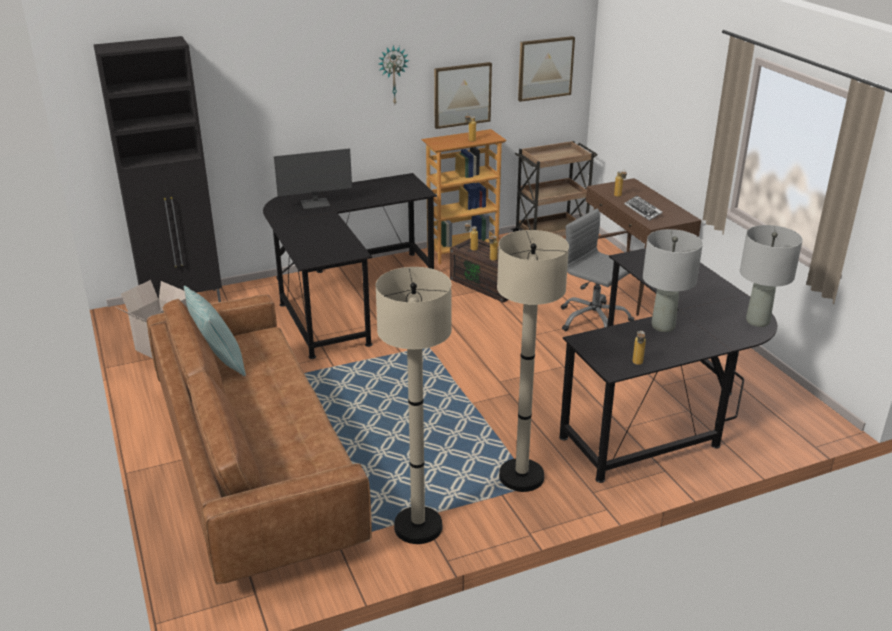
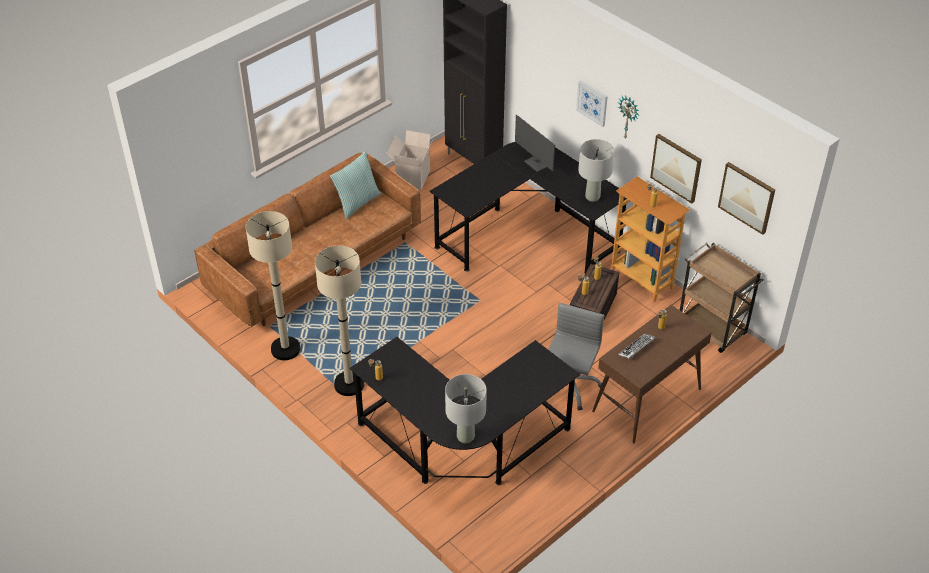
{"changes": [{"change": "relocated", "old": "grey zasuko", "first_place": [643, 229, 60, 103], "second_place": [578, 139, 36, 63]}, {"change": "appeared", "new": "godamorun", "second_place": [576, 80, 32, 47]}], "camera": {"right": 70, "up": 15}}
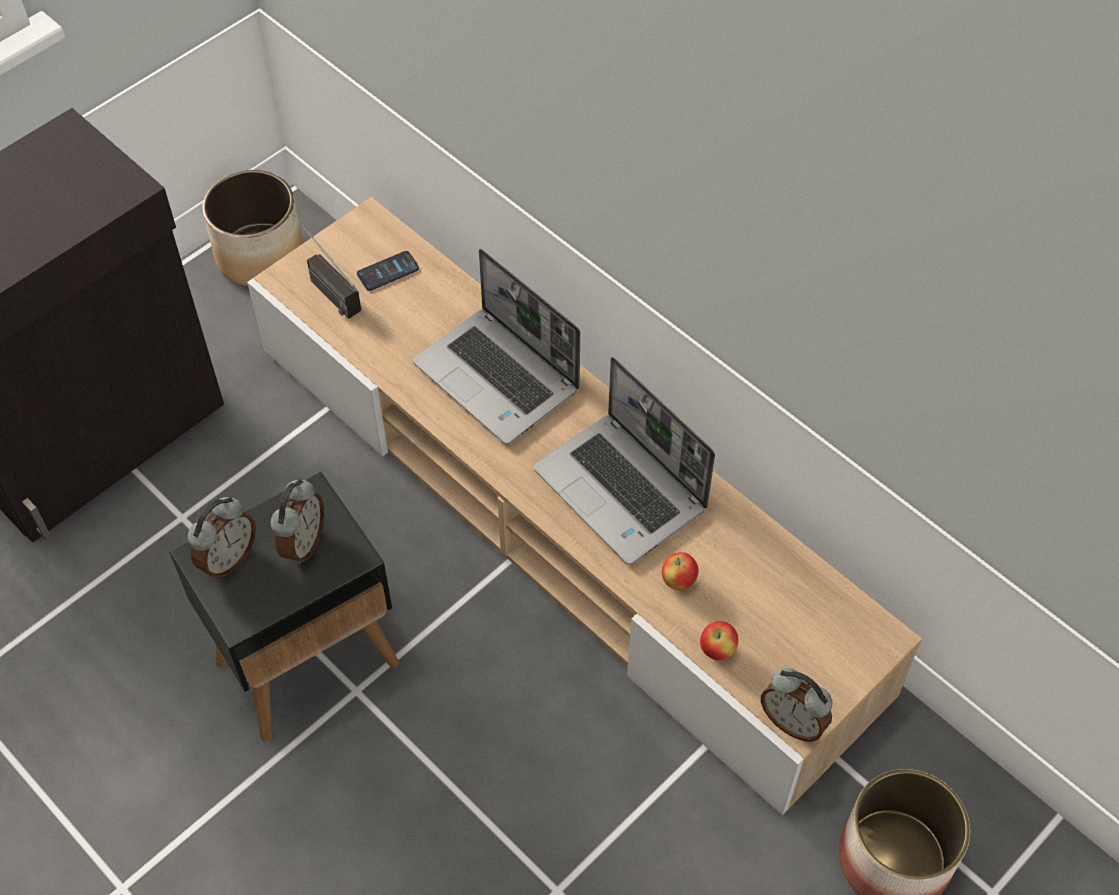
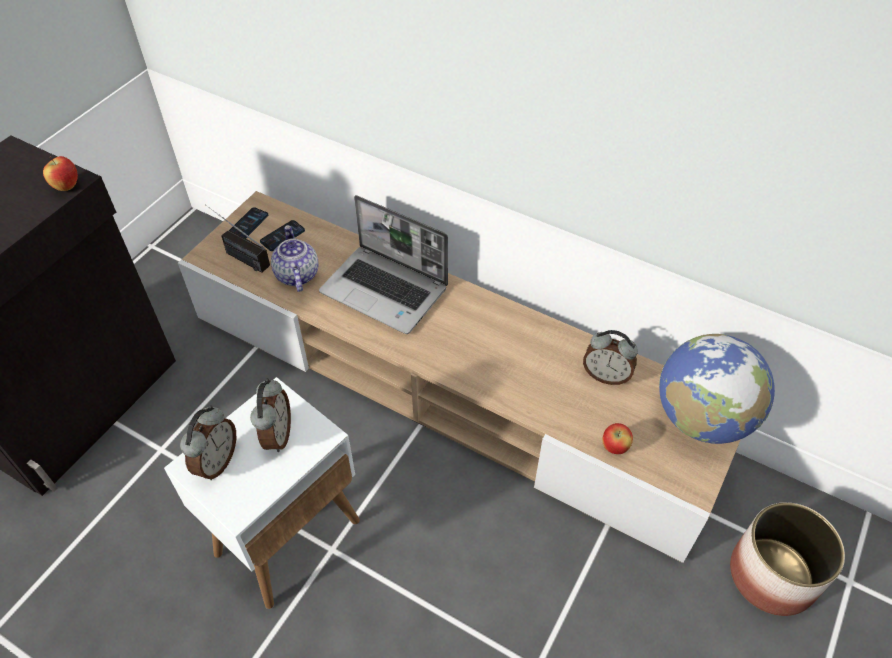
{"changes": [{"change": "colour", "old": "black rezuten", "new": "white rezuten", "first_place": [170, 472, 229, 270], "second_place": [164, 377, 196, 232]}, {"change": "missing", "old": "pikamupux", "first_place": [202, 170, 102, 116]}, {"change": "missing", "old": "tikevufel", "first_place": [533, 357, 182, 208]}, {"change": "relocated", "old": "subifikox", "first_place": [662, 552, 37, 38], "second_place": [43, 156, 35, 35]}, {"change": "relocated", "old": "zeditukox", "first_place": [761, 668, 72, 74], "second_place": [583, 330, 55, 55]}, {"change": "appeared", "new": "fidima", "second_place": [229, 207, 39, 32]}, {"change": "appeared", "new": "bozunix", "second_place": [271, 225, 48, 67]}, {"change": "appeared", "new": "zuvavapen", "second_place": [659, 334, 116, 110]}], "camera": {"right": -15, "up": -5}}
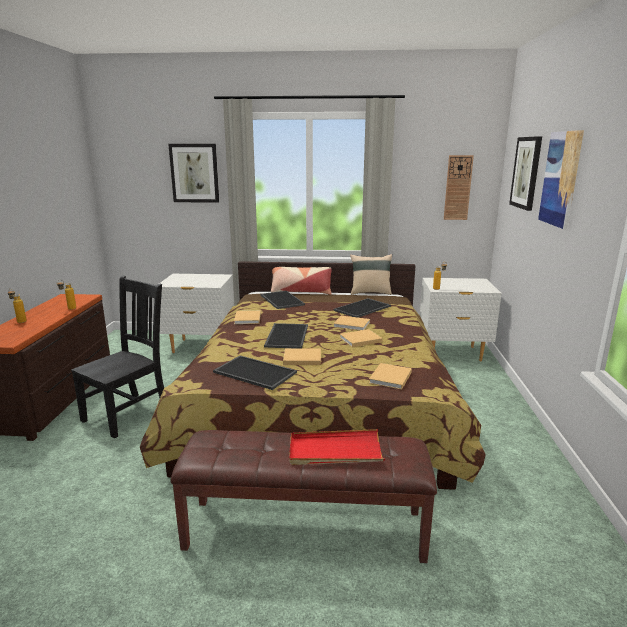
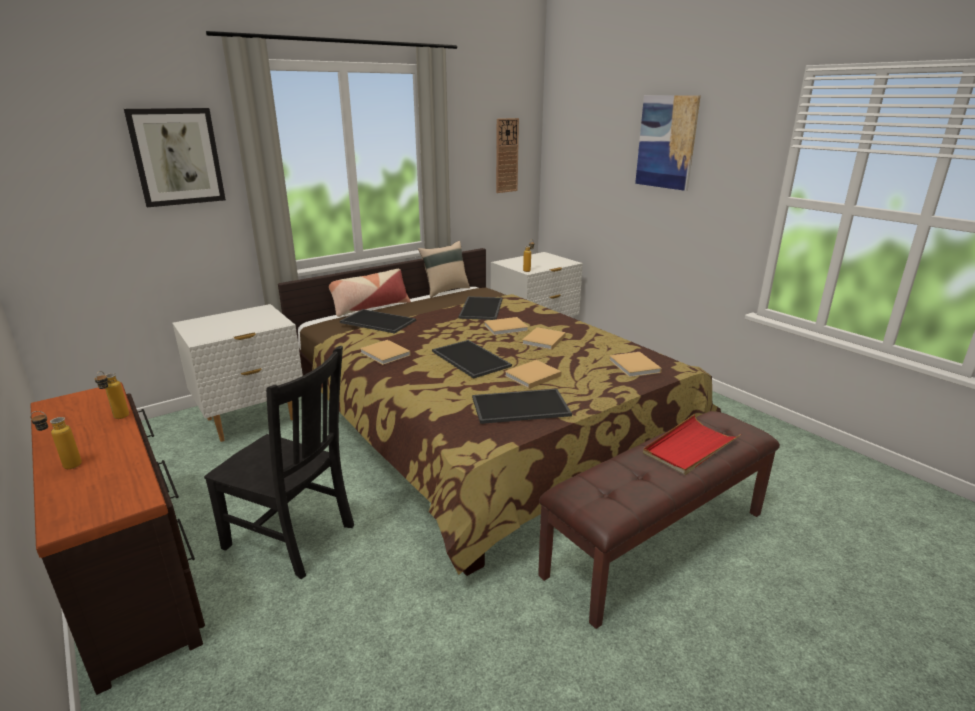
{"changes": [{"change": "spun", "old": "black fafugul", "first_place": [71, 276, 93, 163], "second_place": [204, 346, 150, 233], "degrees": 120}, {"change": "missing", "old": "godamorun", "first_place": [509, 136, 33, 75]}], "camera": {"right": -40, "up": 5}}
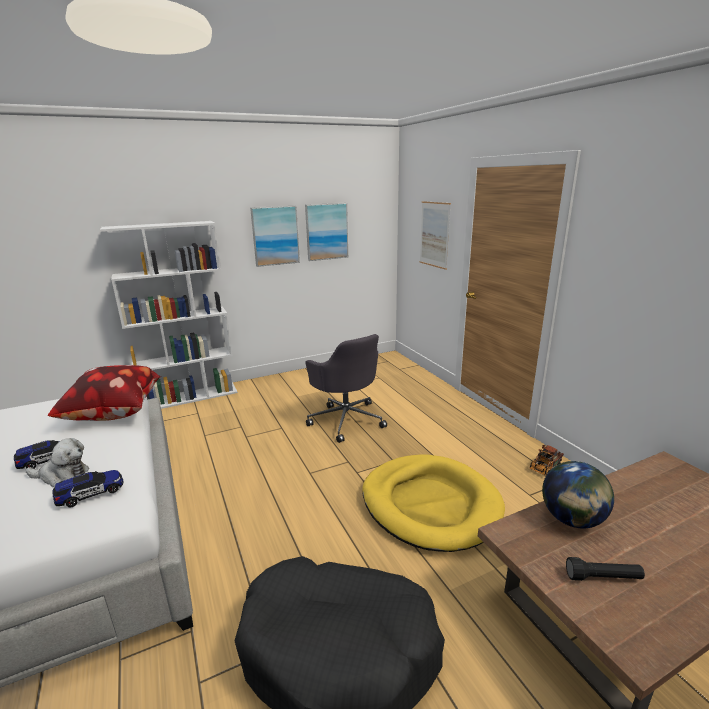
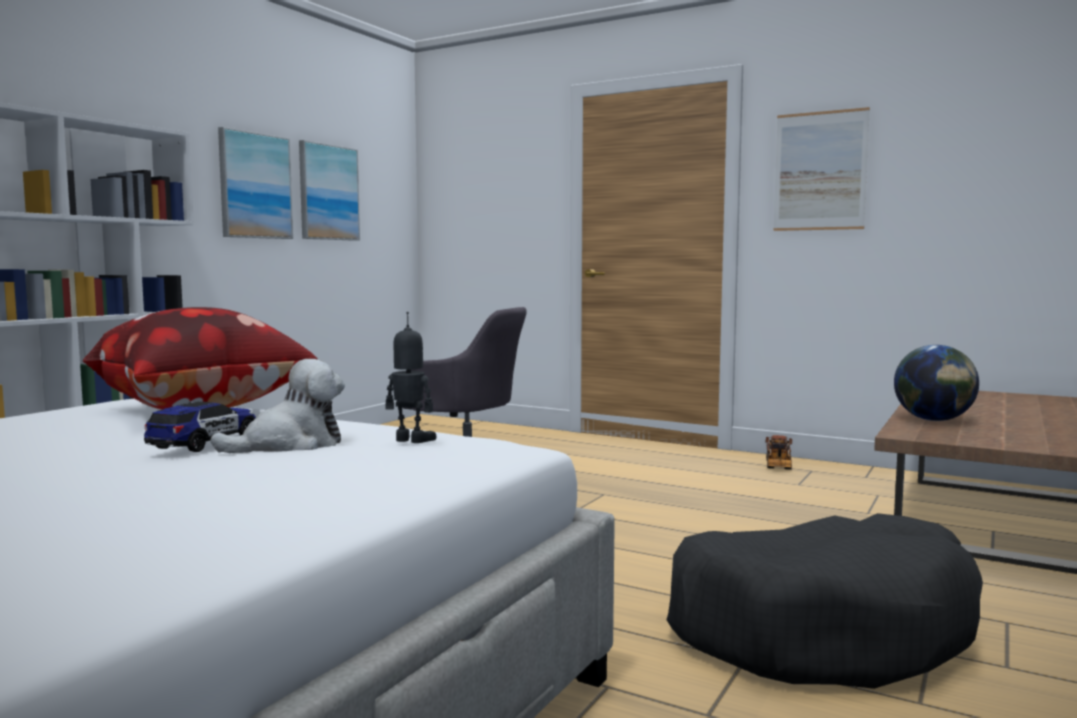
{"changes": [{"change": "exchanged", "old": "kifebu", "new": "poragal", "first_place": [52, 470, 71, 37], "second_place": [385, 312, 51, 131]}, {"change": "missing", "old": "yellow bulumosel", "first_place": [363, 454, 142, 98]}, {"change": "relocated", "old": "godamorun", "first_place": [420, 201, 31, 69], "second_place": [773, 107, 97, 124]}, {"change": "missing", "old": "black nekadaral", "first_place": [566, 557, 79, 24]}], "camera": {"right": -35, "up": -15}}
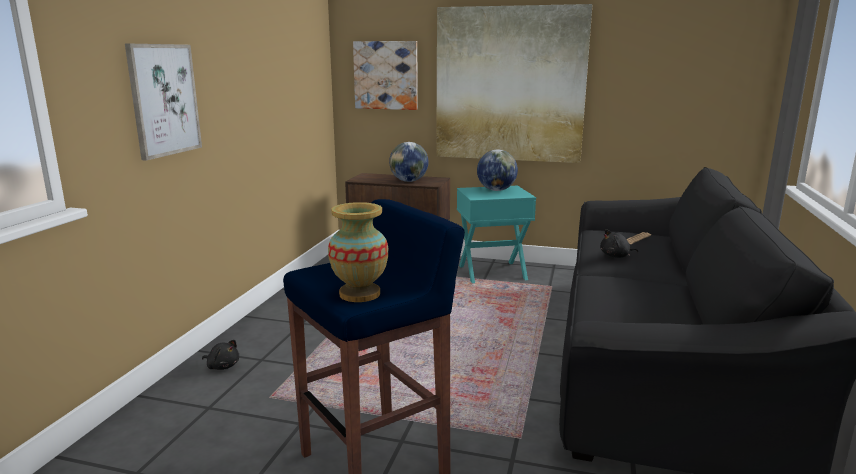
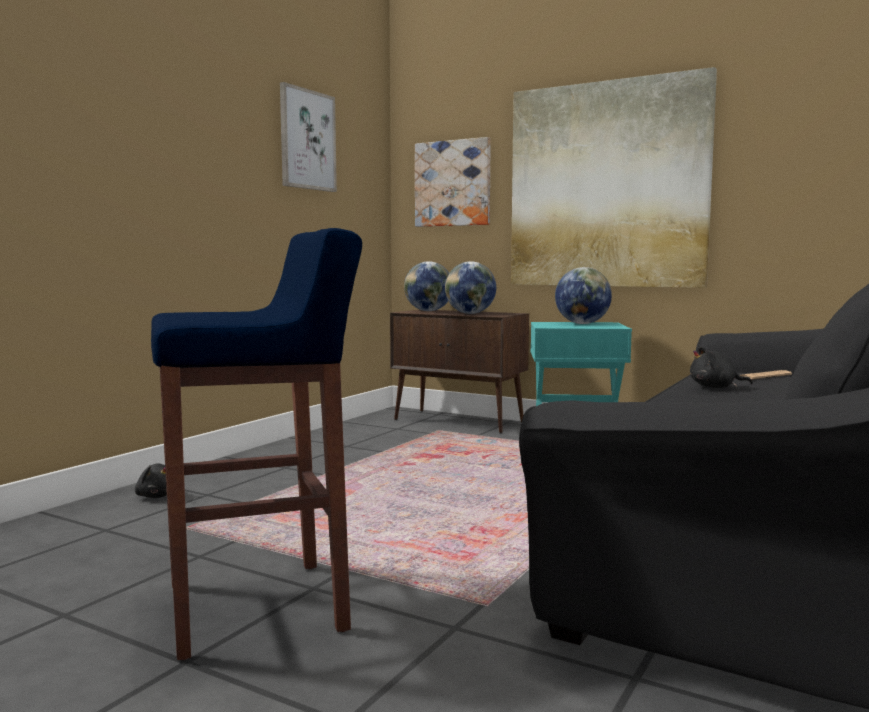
{"changes": [{"change": "relocated", "old": "godamorun", "first_place": [125, 44, 77, 117], "second_place": [280, 82, 57, 110]}, {"change": "missing", "old": "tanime", "first_place": [328, 202, 60, 100]}, {"change": "appeared", "new": "zuvavapen", "second_place": [404, 261, 45, 50]}], "camera": {"right": 15, "up": -10}}
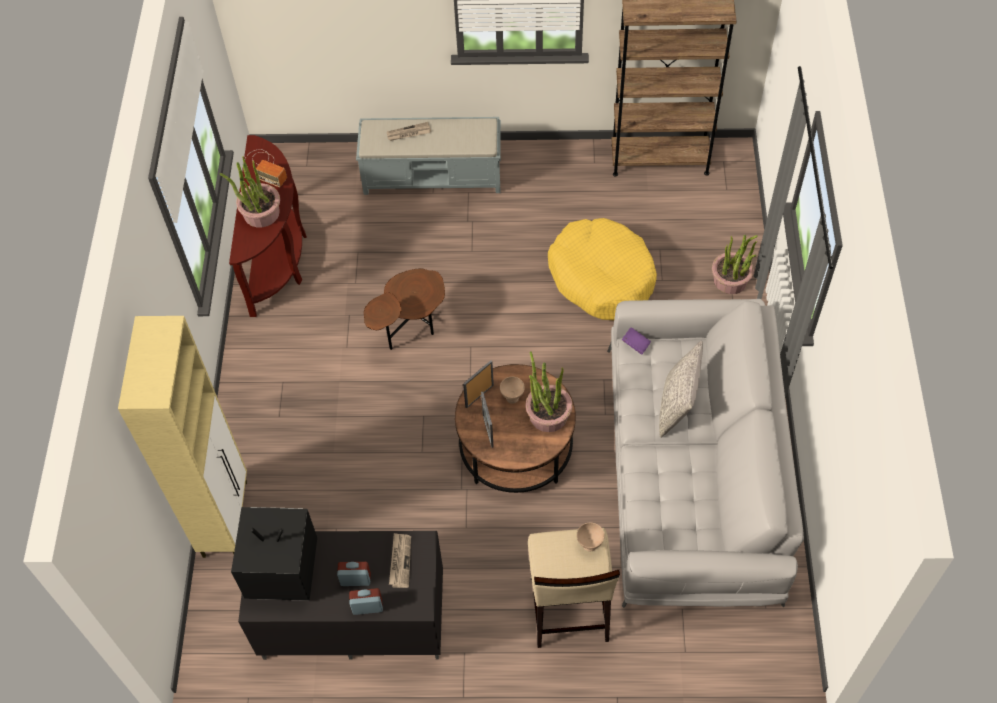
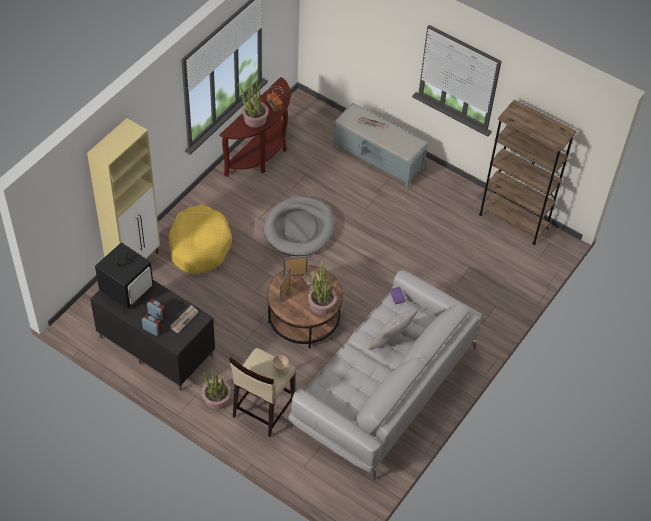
{"changes": [{"change": "spun", "old": "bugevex", "first_place": [231, 507, 86, 94], "second_place": [95, 242, 59, 67], "degrees": 90}, {"change": "exchanged", "old": "brown rezuten", "new": "grey bulumosel", "first_place": [364, 268, 81, 82], "second_place": [264, 196, 70, 60]}, {"change": "relocated", "old": "yellow bulumosel", "first_place": [548, 218, 109, 102], "second_place": [168, 204, 64, 70]}, {"change": "relocated", "old": "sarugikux", "first_place": [712, 235, 46, 59], "second_place": [201, 368, 30, 42]}], "camera": {"right": 30, "up": -5}}
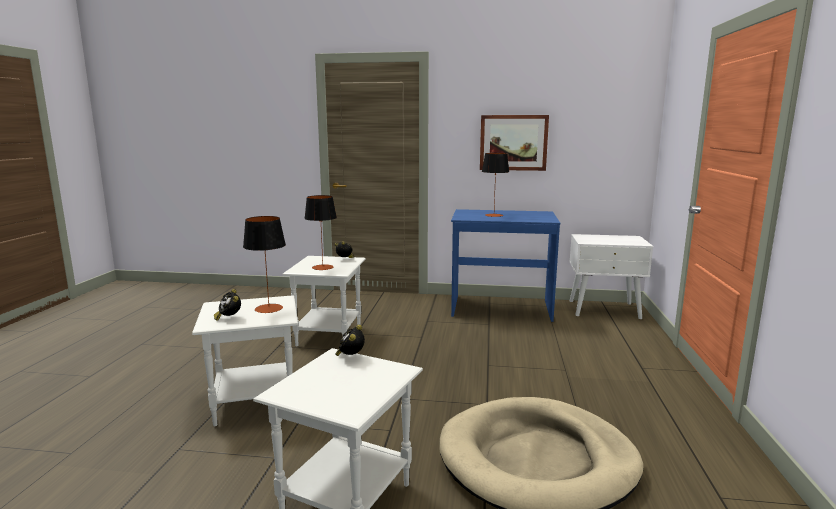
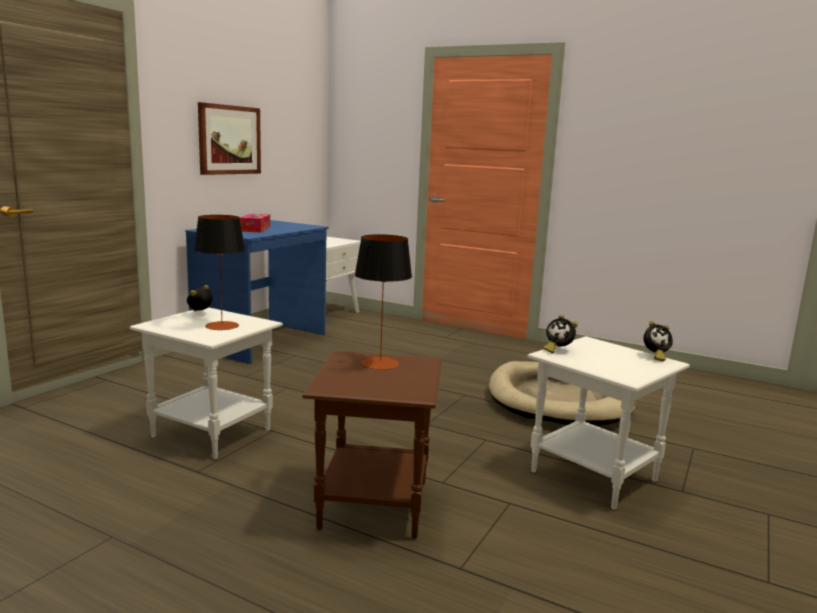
{"changes": [{"change": "colour", "old": "white rezuten", "new": "brown rezuten", "first_place": [192, 295, 106, 131], "second_place": [302, 350, 140, 189]}, {"change": "relocated", "old": "zeditukox", "first_place": [214, 289, 27, 32], "second_place": [644, 321, 29, 40]}, {"change": "exchanged", "old": "zasuko", "new": "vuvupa", "first_place": [482, 153, 27, 64], "second_place": [240, 214, 30, 18]}], "camera": {"right": -70, "up": 0}}
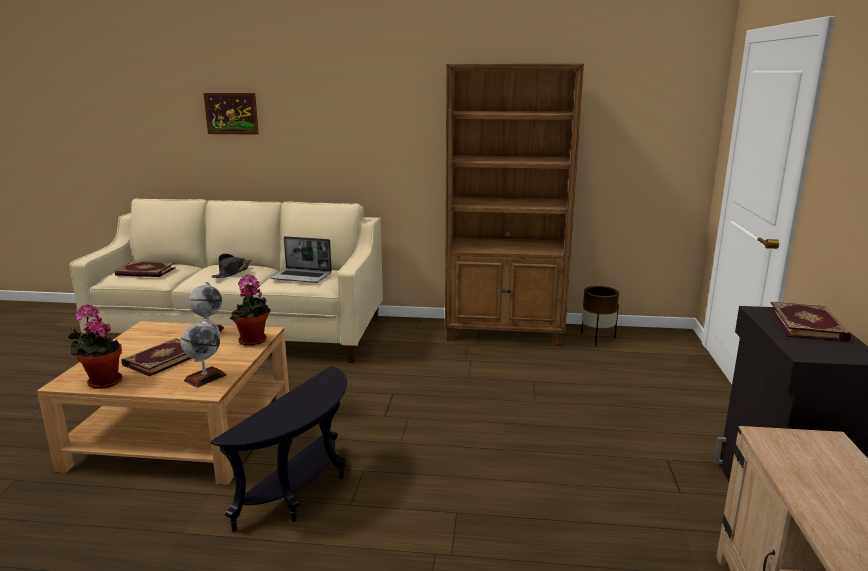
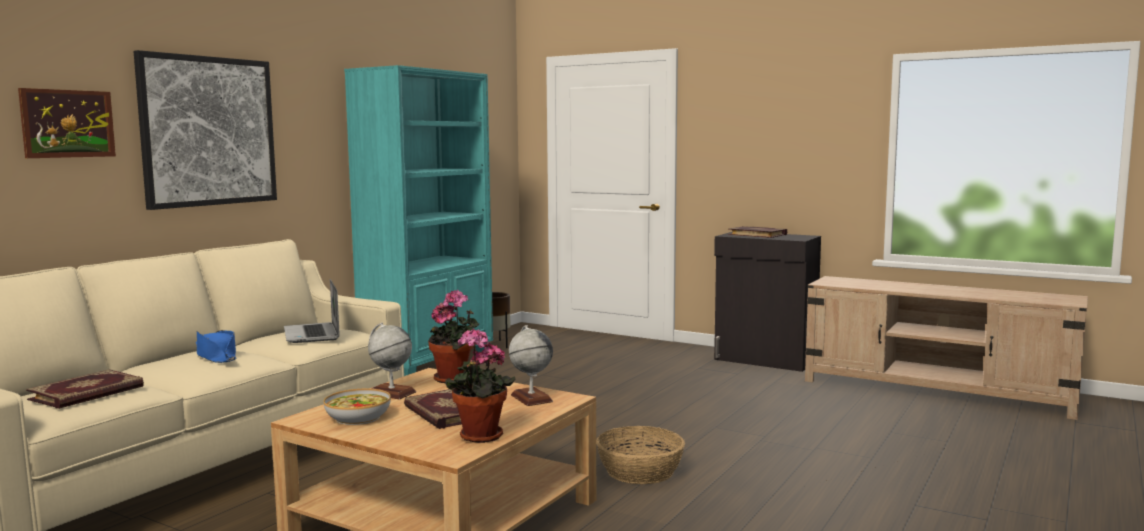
{"changes": [{"change": "exchanged", "old": "black rezuten", "new": "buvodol", "first_place": [210, 366, 137, 166], "second_place": [596, 426, 89, 58]}, {"change": "colour", "old": "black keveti", "new": "blue keveti", "first_place": [211, 254, 40, 24], "second_place": [196, 330, 41, 33]}, {"change": "spun", "old": "tikevufel", "first_place": [270, 236, 62, 47], "second_place": [284, 279, 56, 64], "degrees": 120}, {"change": "colour", "old": "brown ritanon", "new": "turquoise ritanon", "first_place": [445, 64, 139, 282], "second_place": [344, 65, 149, 311]}, {"change": "appeared", "new": "godamorun", "second_place": [133, 50, 144, 160]}, {"change": "appeared", "new": "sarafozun", "second_place": [324, 389, 67, 36]}], "camera": {"right": -65, "up": -10}}
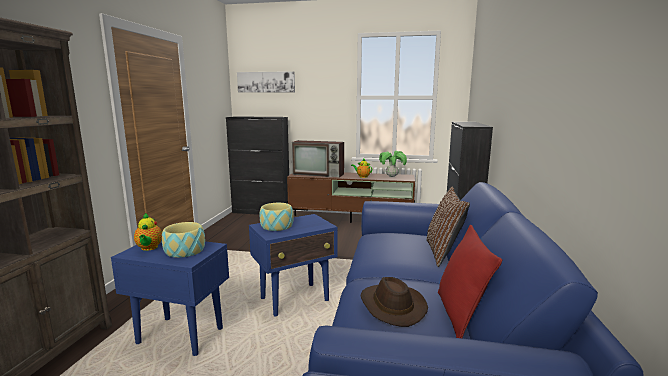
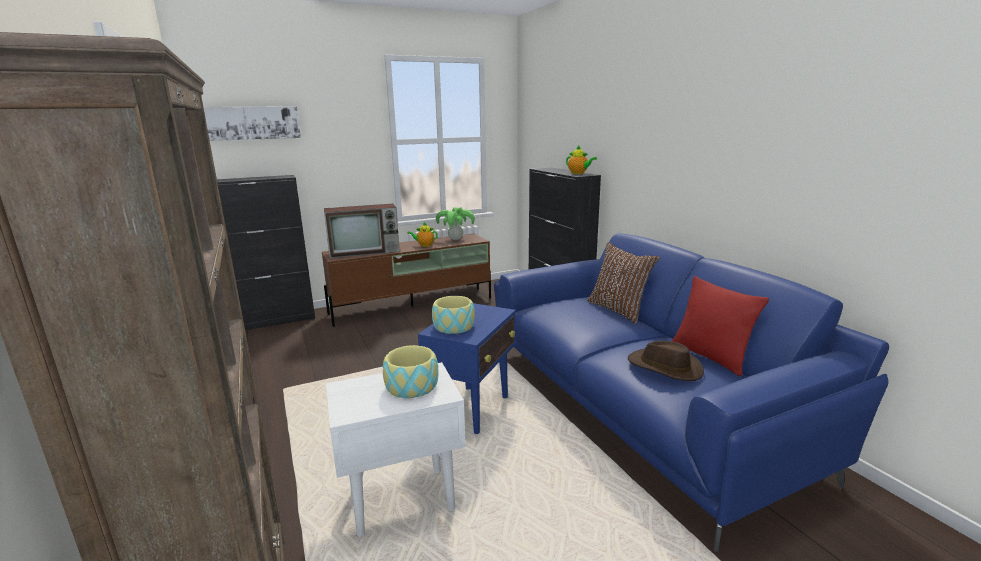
{"changes": [{"change": "colour", "old": "blue rezuten", "new": "white rezuten", "first_place": [111, 240, 118, 116], "second_place": [326, 362, 140, 175]}, {"change": "relocated", "old": "bozunix", "first_place": [134, 213, 28, 38], "second_place": [566, 146, 31, 28]}], "camera": {"right": -35, "up": 5}}
